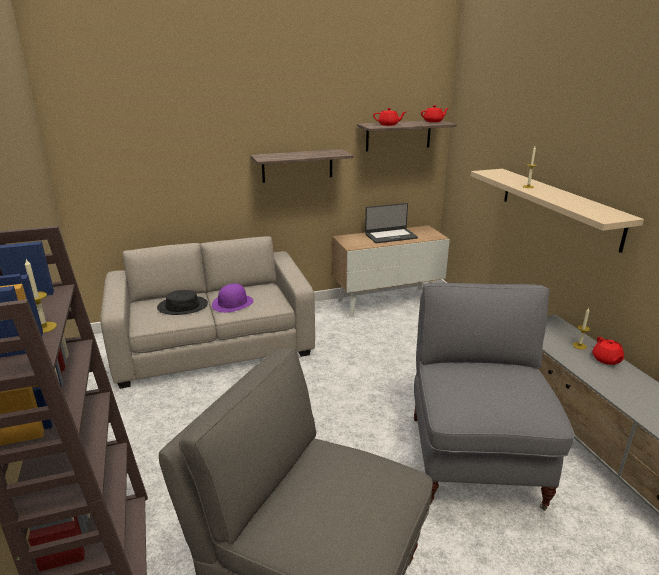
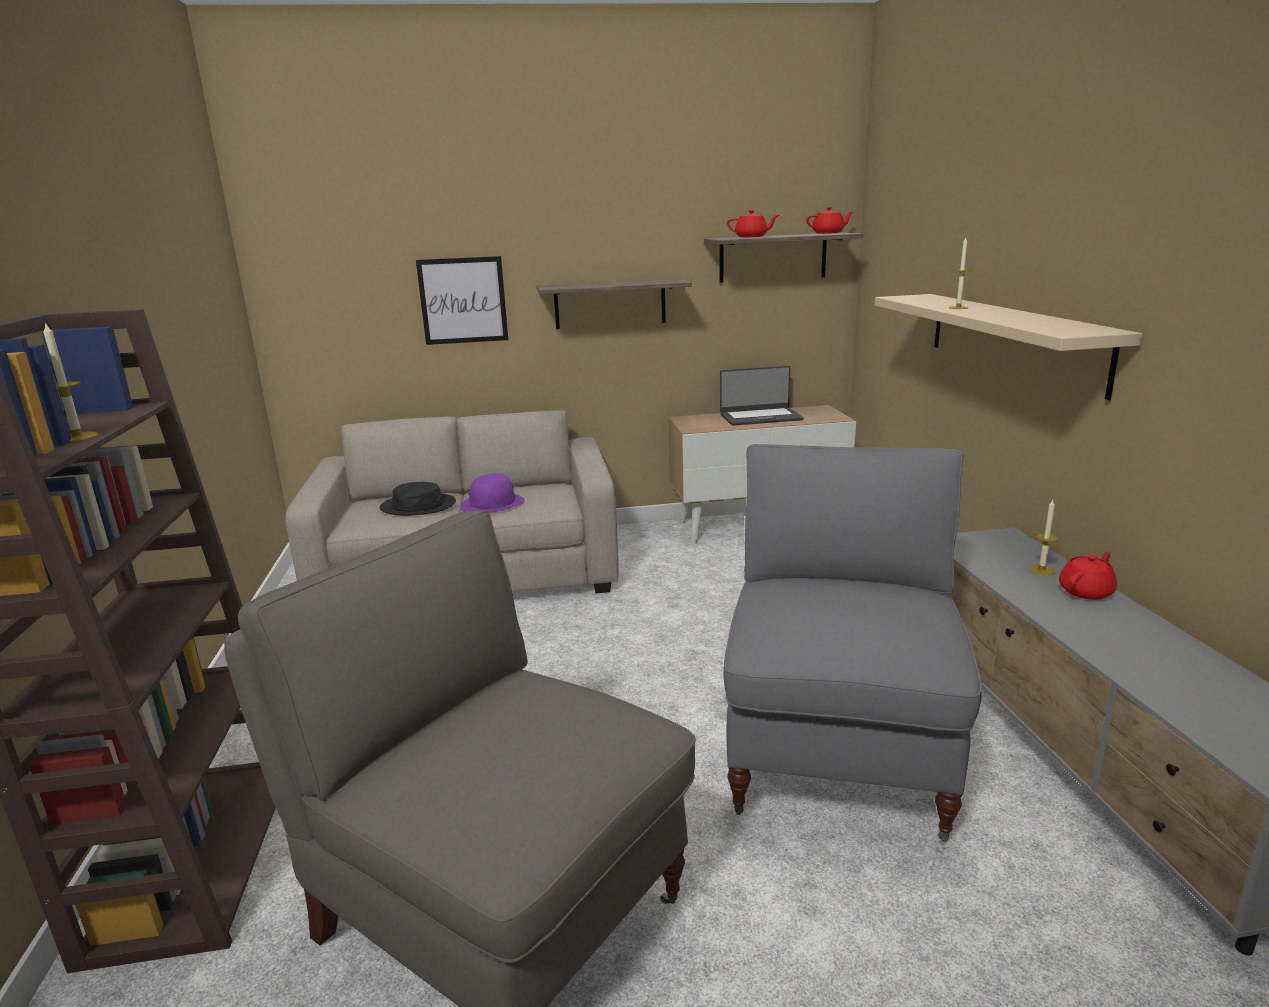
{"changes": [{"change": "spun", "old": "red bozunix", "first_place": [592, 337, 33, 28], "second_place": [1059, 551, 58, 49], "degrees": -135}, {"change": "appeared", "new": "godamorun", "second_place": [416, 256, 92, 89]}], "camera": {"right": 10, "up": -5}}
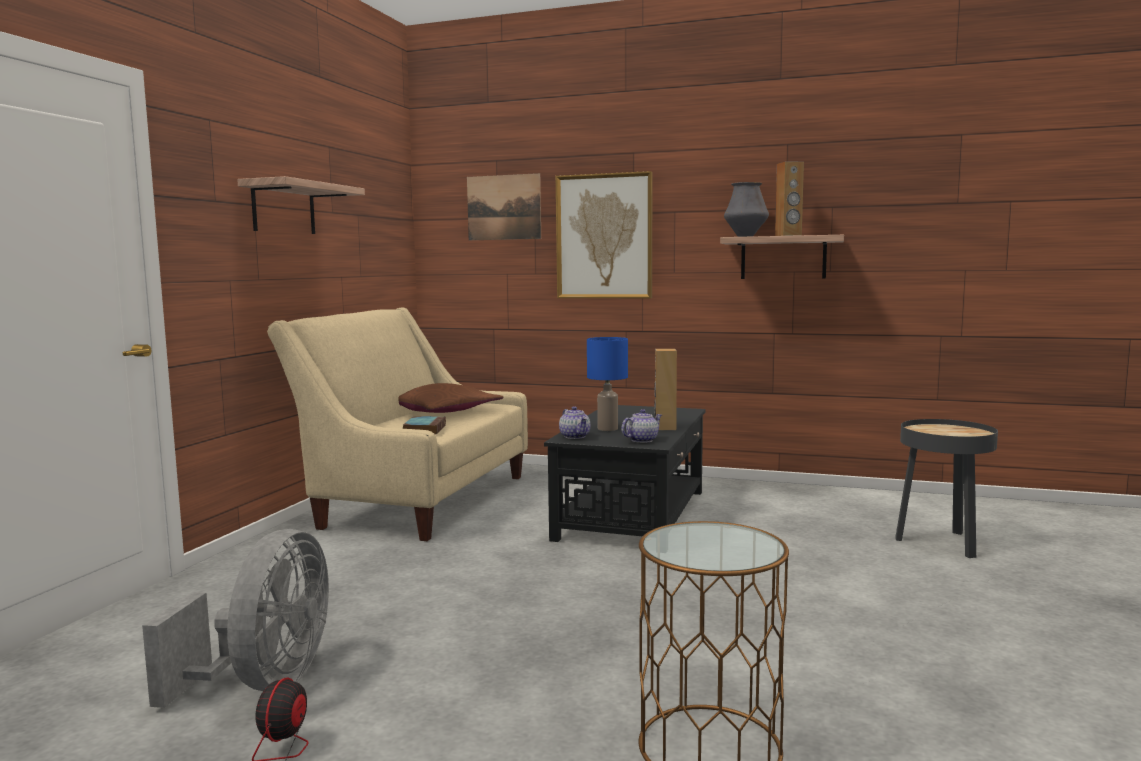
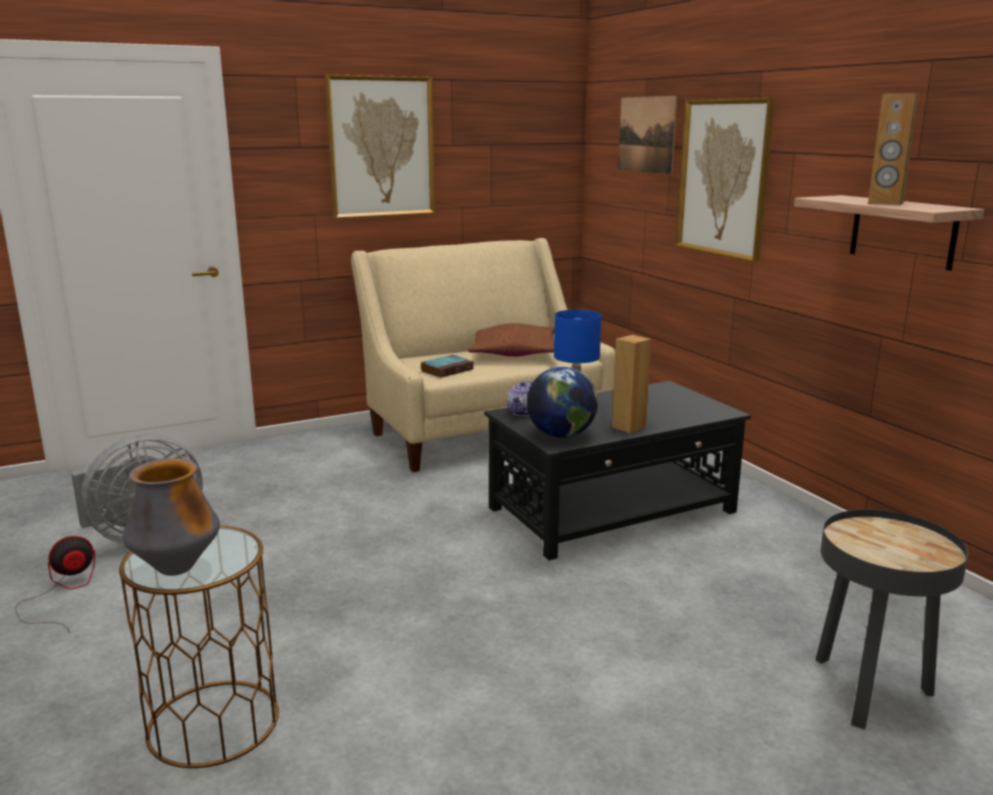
{"changes": [{"change": "exchanged", "old": "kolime", "new": "godamorun", "first_place": [237, 176, 128, 58], "second_place": [325, 74, 110, 145]}, {"change": "exchanged", "old": "bozunix", "new": "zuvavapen", "first_place": [621, 409, 41, 34], "second_place": [527, 367, 71, 71]}, {"change": "relocated", "old": "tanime", "first_place": [724, 182, 45, 55], "second_place": [123, 458, 97, 118]}], "camera": {"right": 45, "up": 10}}
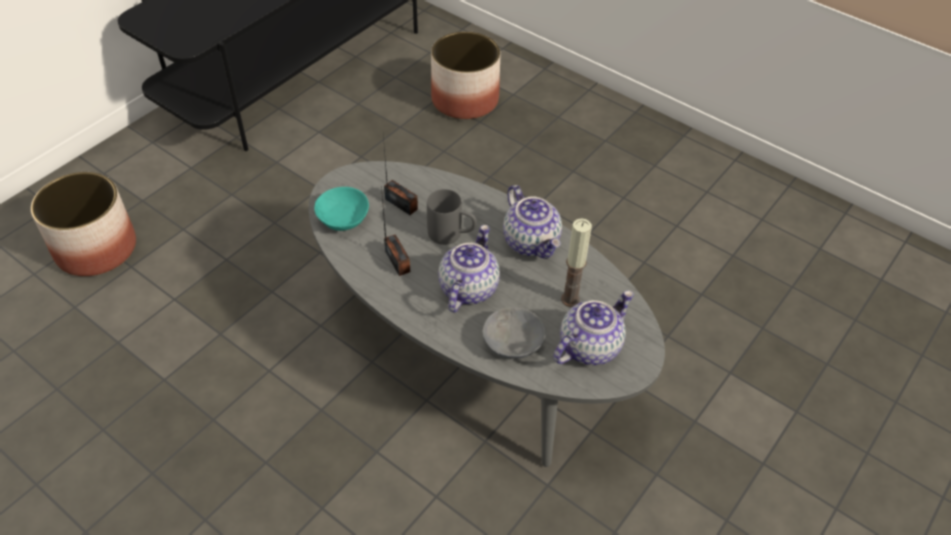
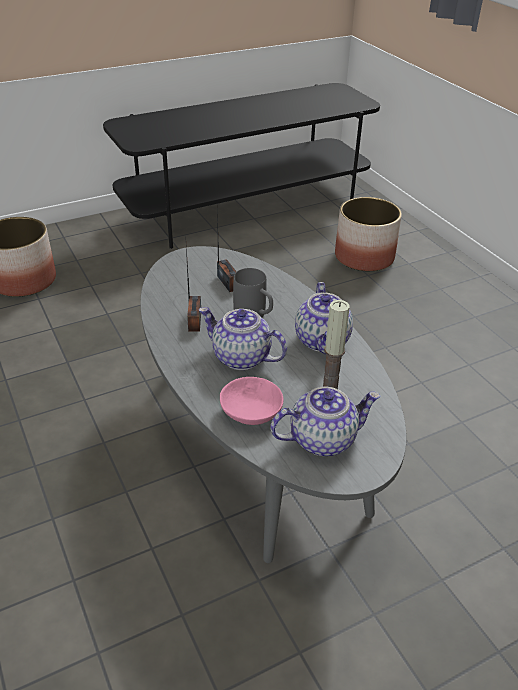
{"changes": [{"change": "missing", "old": "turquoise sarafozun", "first_place": [314, 187, 55, 44]}, {"change": "spun", "old": "bozunix", "first_place": [438, 225, 62, 87], "second_place": [199, 307, 88, 63], "degrees": -105}, {"change": "colour", "old": "grey sarafozun", "new": "pink sarafozun", "first_place": [482, 307, 64, 52], "second_place": [220, 377, 64, 48]}], "camera": {"right": 25, "up": -10}}
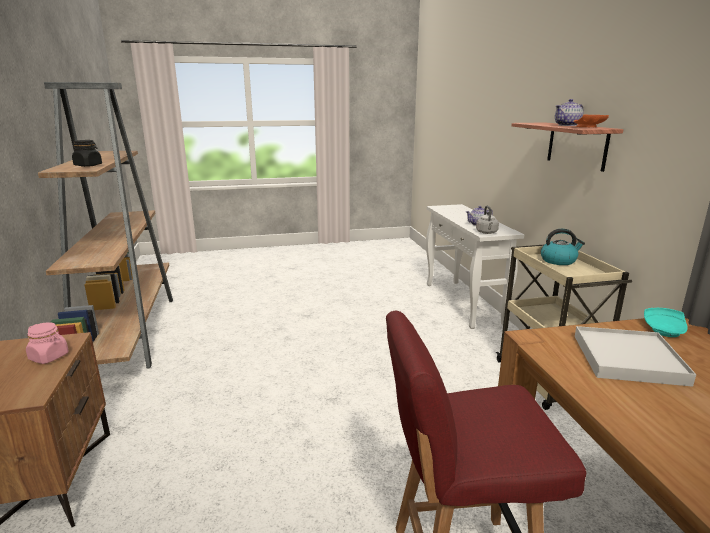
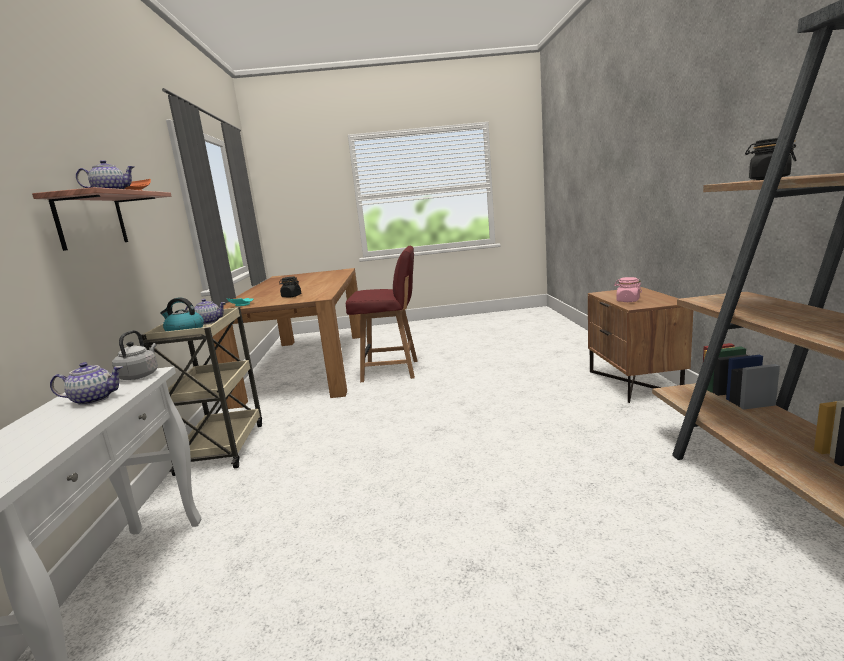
{"changes": [{"change": "exchanged", "old": "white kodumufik", "new": "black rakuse", "first_place": [575, 326, 121, 61], "second_place": [279, 277, 22, 21]}, {"change": "appeared", "new": "bozunix", "second_place": [185, 299, 41, 26]}], "camera": {"right": -170, "up": -5}}
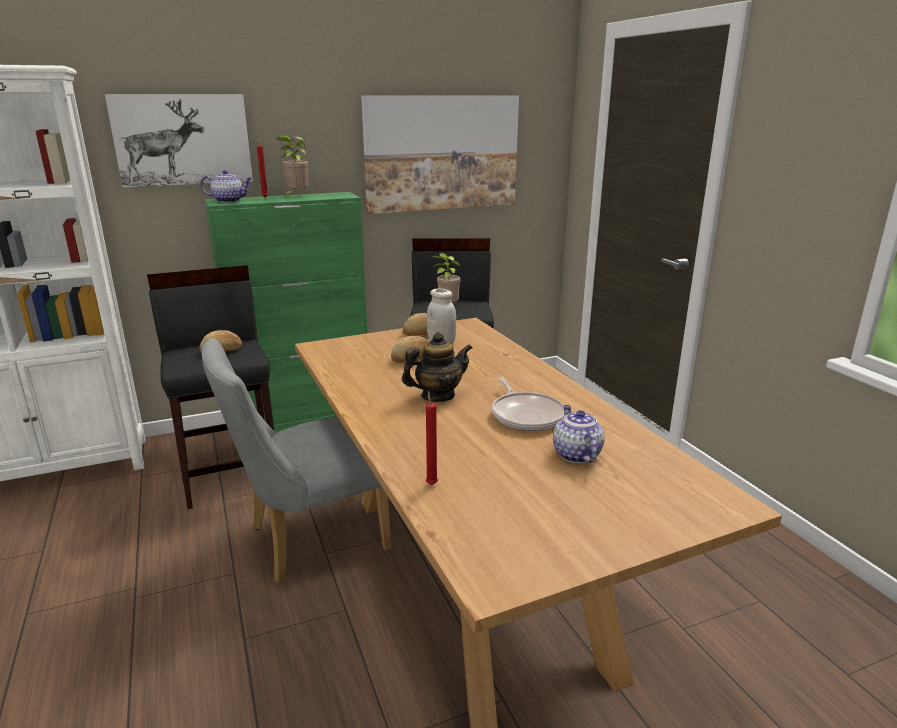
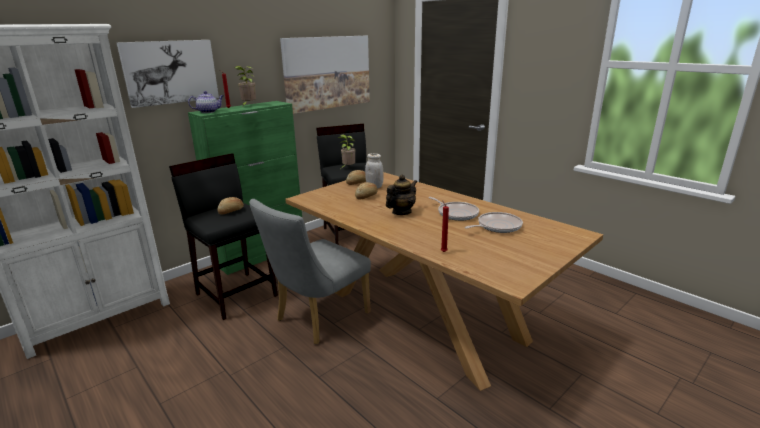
{"changes": [{"change": "exchanged", "old": "bozunix", "new": "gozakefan", "first_place": [553, 405, 51, 58], "second_place": [465, 212, 58, 21]}], "camera": {"right": -20, "up": 0}}
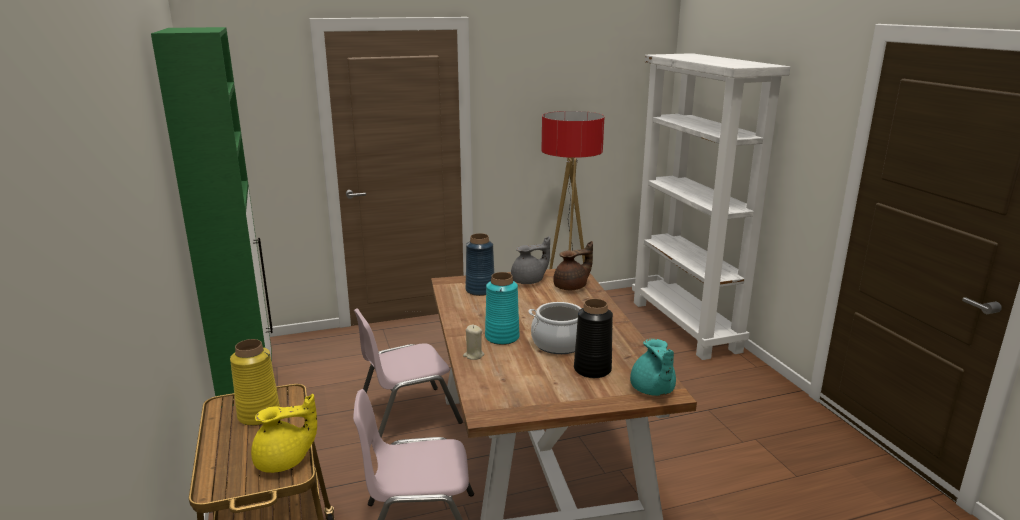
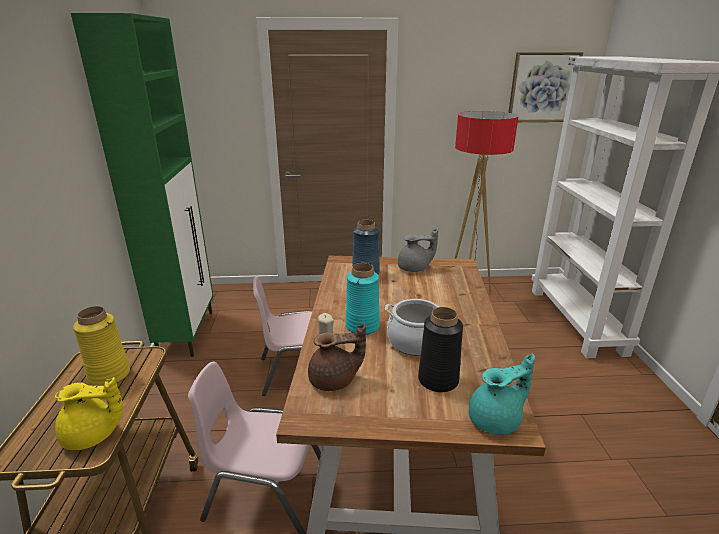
{"changes": [{"change": "relocated", "old": "brown bozunix", "first_place": [553, 241, 40, 49], "second_place": [308, 324, 58, 67]}, {"change": "spun", "old": "turquoise bozunix", "first_place": [630, 339, 46, 57], "second_place": [469, 354, 66, 81], "degrees": -120}, {"change": "appeared", "new": "godamorun", "second_place": [508, 52, 75, 70]}], "camera": {"right": 15, "up": 5}}
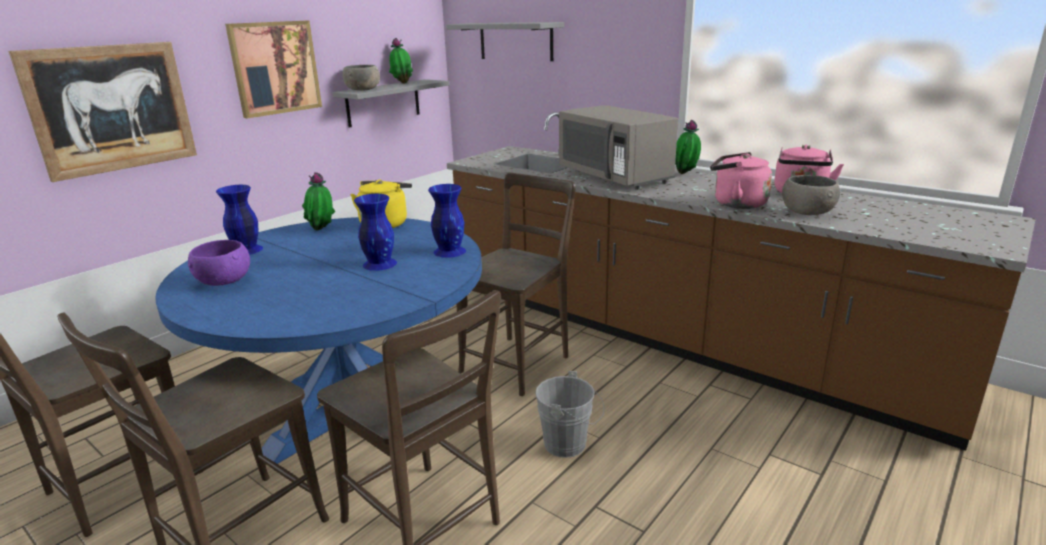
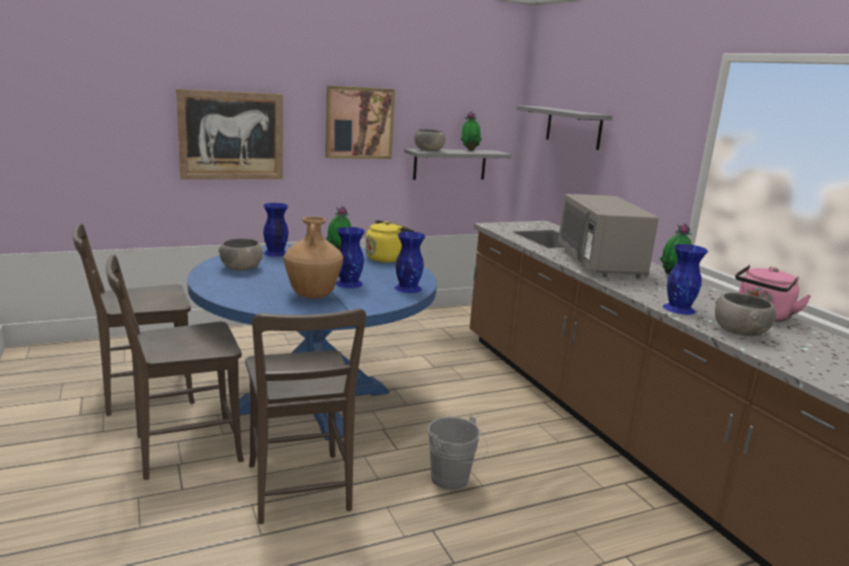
{"changes": [{"change": "colour", "old": "purple sarafozun", "new": "grey sarafozun", "first_place": [188, 240, 62, 46], "second_place": [218, 238, 45, 33]}, {"change": "missing", "old": "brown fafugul", "first_place": [456, 172, 120, 224]}, {"change": "exchanged", "old": "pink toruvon", "new": "blue tanime", "first_place": [710, 152, 62, 57], "second_place": [663, 244, 45, 71]}, {"change": "appeared", "new": "brown tanime", "second_place": [283, 216, 60, 82]}], "camera": {"right": 25, "up": -5}}
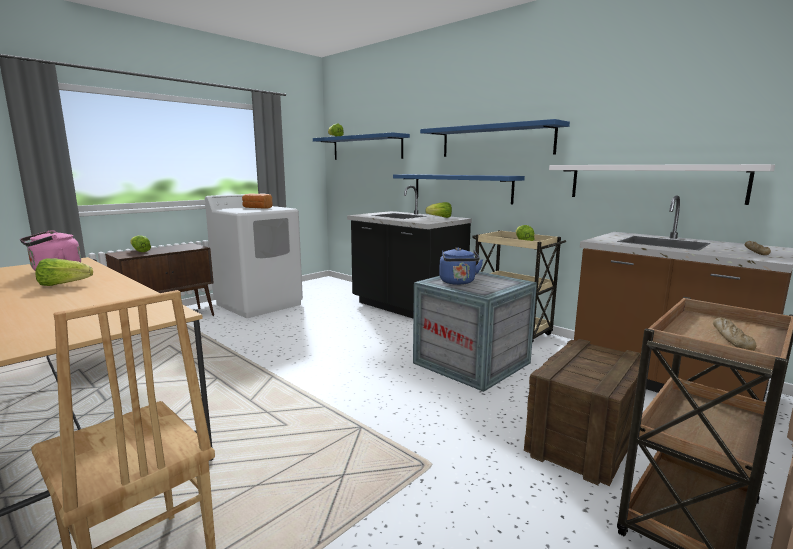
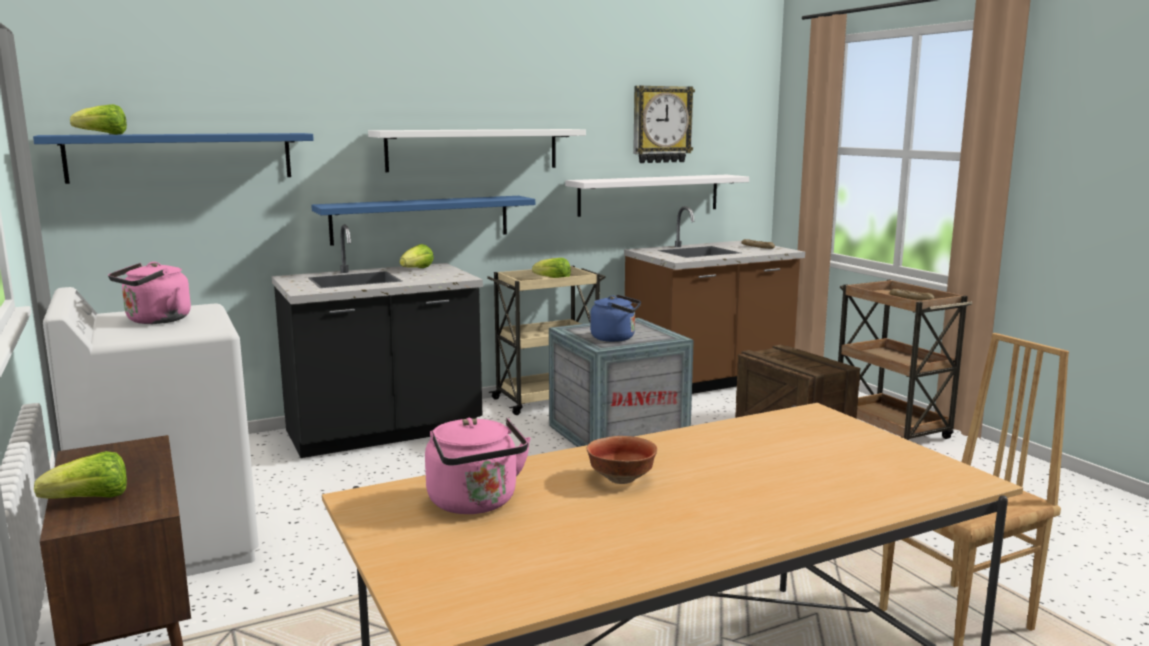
{"changes": [{"change": "exchanged", "old": "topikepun", "new": "sarafozun", "first_place": [35, 258, 58, 28], "second_place": [586, 436, 71, 48]}, {"change": "exchanged", "old": "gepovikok", "new": "pink toruvon", "first_place": [242, 194, 31, 14], "second_place": [108, 262, 83, 62]}, {"change": "colour", "old": "blue kolime", "new": "white kolime", "first_place": [420, 119, 150, 38], "second_place": [368, 129, 218, 43]}, {"change": "appeared", "new": "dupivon", "second_place": [633, 85, 62, 78]}], "camera": {"right": -70, "up": 0}}
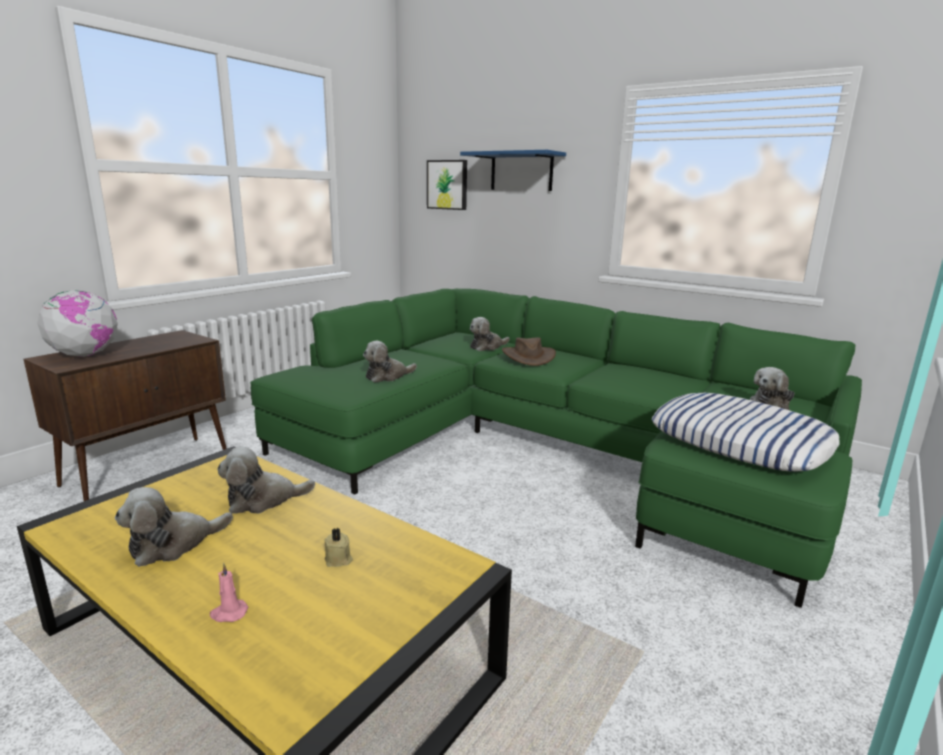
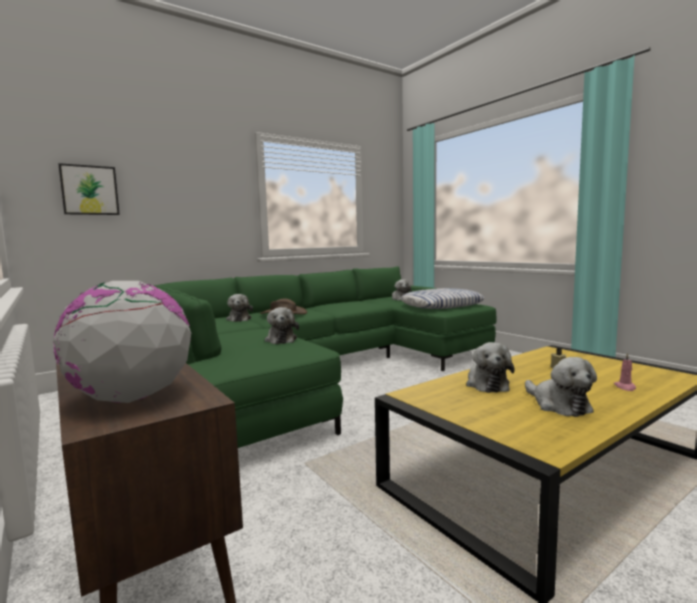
{"changes": [{"change": "missing", "old": "blue kolime", "first_place": [460, 150, 106, 41]}], "camera": {"right": -70, "up": -10}}
